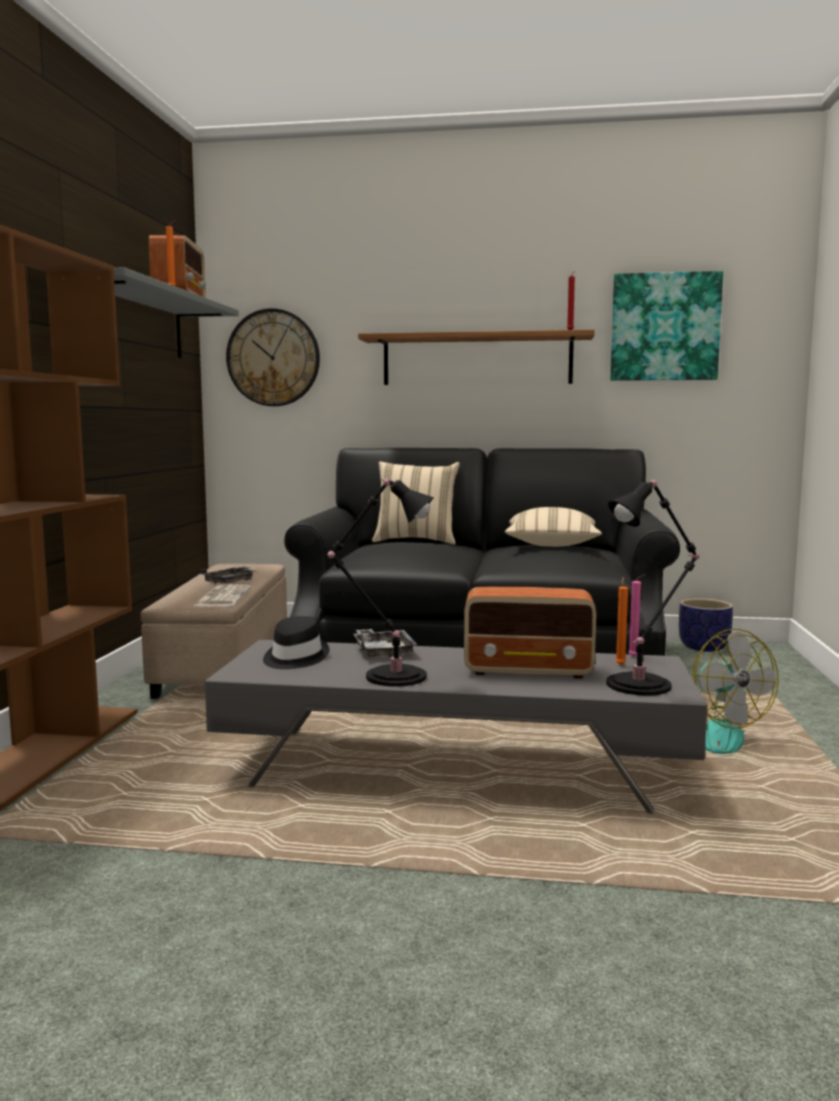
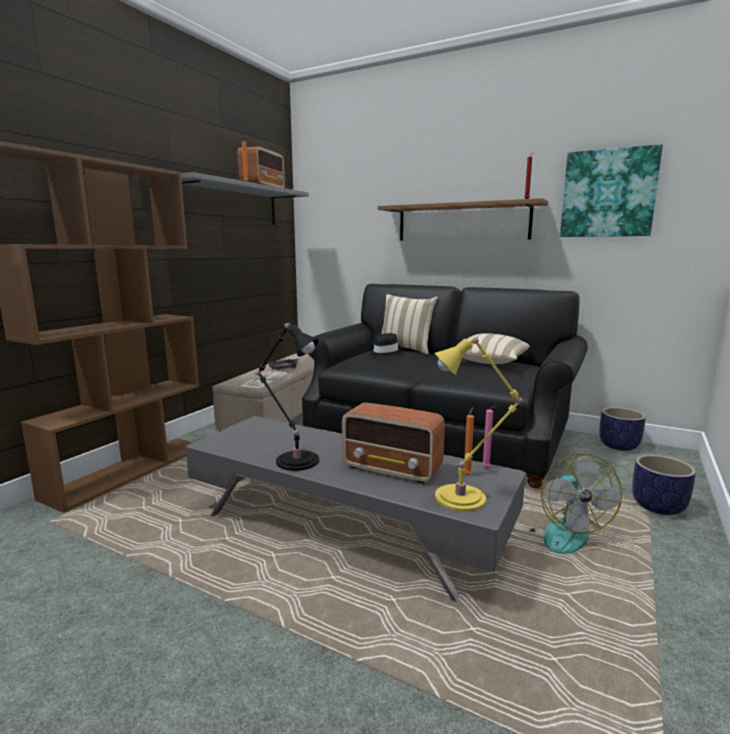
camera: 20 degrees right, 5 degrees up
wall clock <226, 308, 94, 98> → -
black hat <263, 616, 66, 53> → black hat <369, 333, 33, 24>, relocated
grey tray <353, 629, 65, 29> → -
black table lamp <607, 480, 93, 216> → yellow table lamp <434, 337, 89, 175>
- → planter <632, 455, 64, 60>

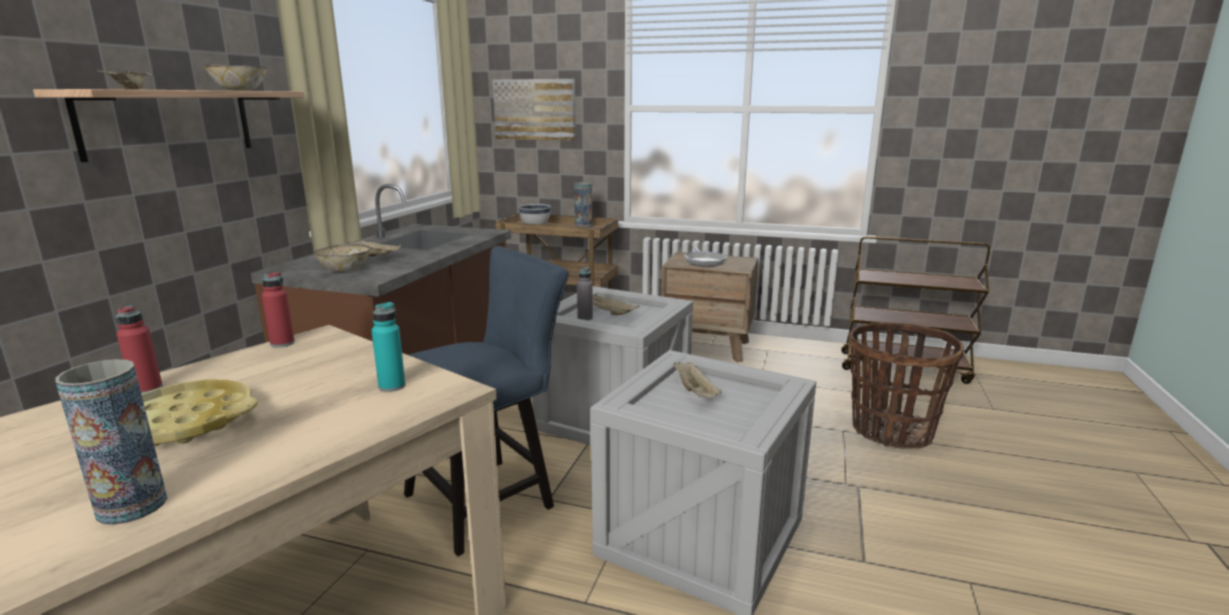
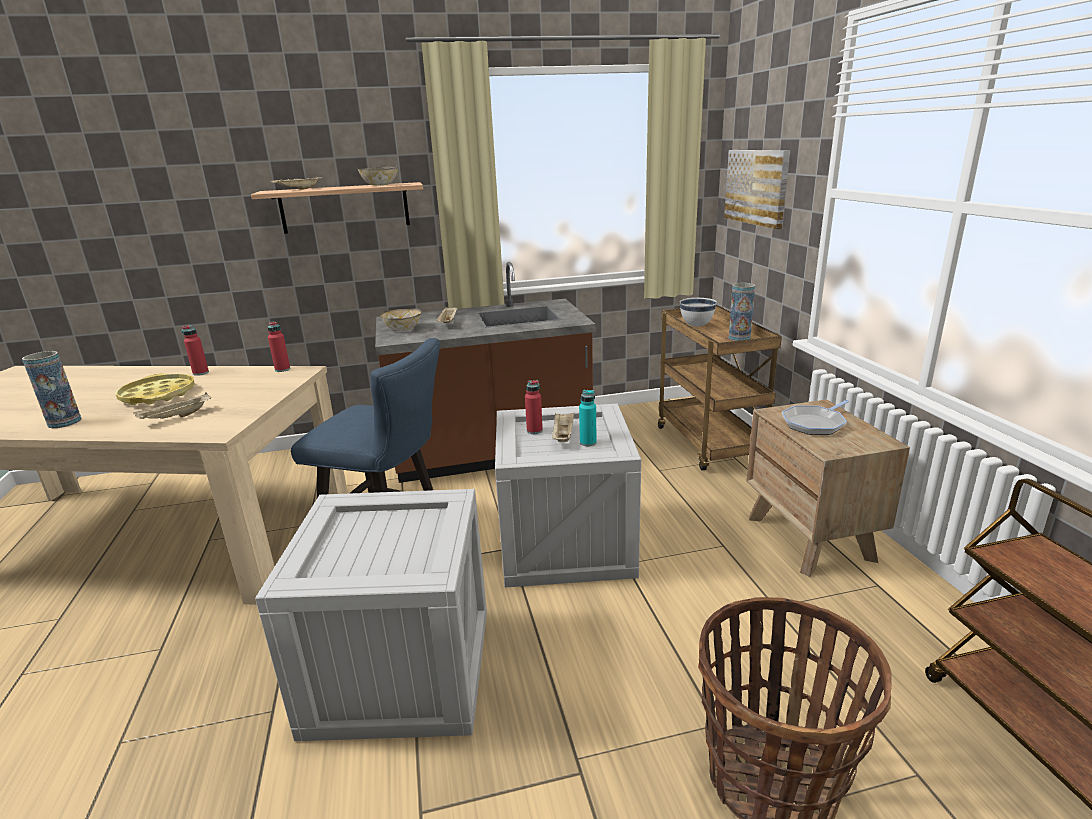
camera: 60 degrees right, 5 degrees up
turquoise bottle <371, 302, 35, 90> → turquoise bottle <579, 390, 18, 56>, relocated
grey bottle <577, 267, 16, 53> → red bottle <525, 380, 18, 54>
beige tray <673, 362, 48, 36> → beige tray <134, 392, 77, 27>, relocated

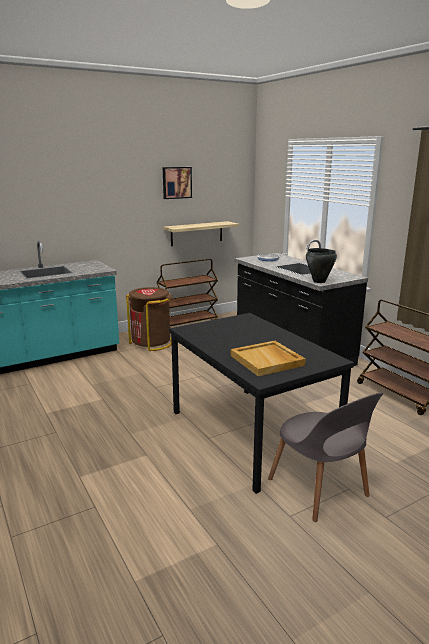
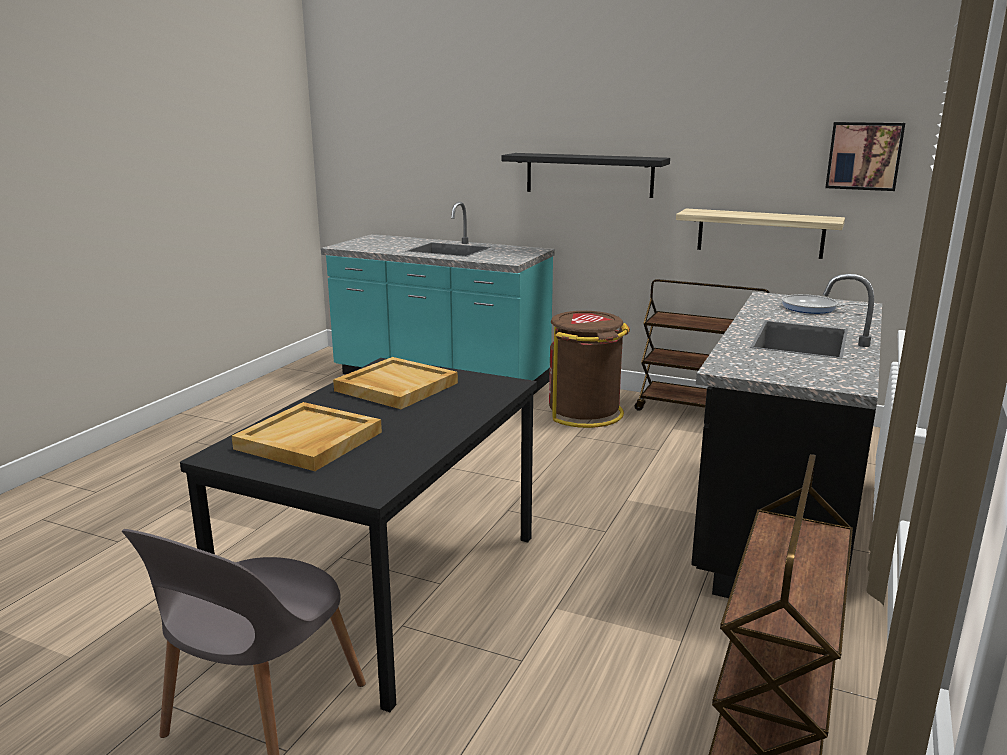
camera: 55 degrees right, 0 degrees up
picture <163, 167, 29, 32> → picture <825, 122, 80, 69>, relocated
black cooking pot <306, 248, 31, 35> → -
- → beige tray <333, 357, 125, 52>
- → black shelf <502, 153, 168, 45>

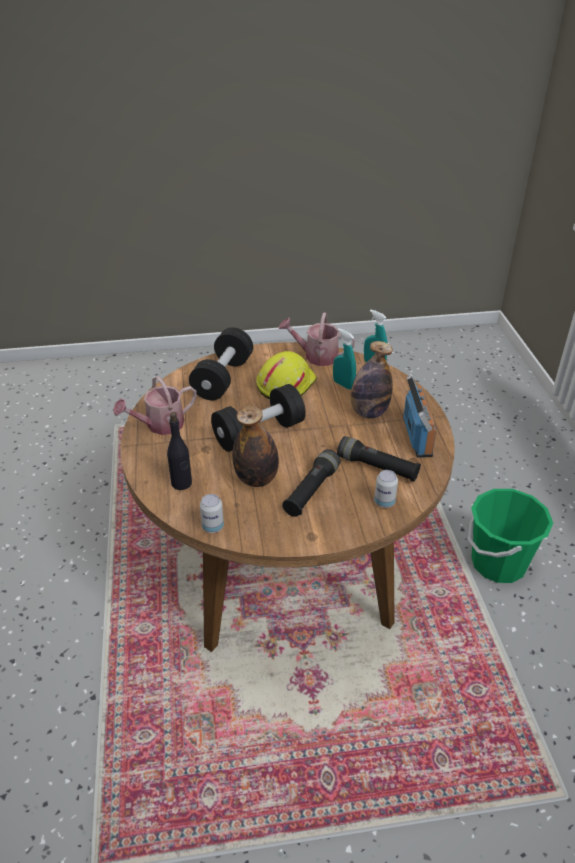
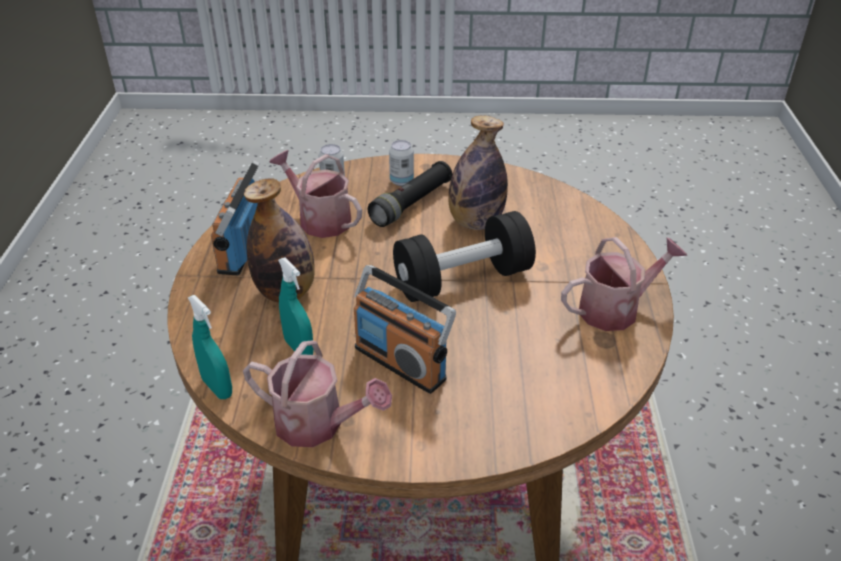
camera: 170 degrees left, 0 degrees up
black bottle <167, 412, 25, 78> → -
black dumbbell <189, 327, 64, 73> → -
can <200, 494, 24, 39> → can <389, 140, 25, 46>, relocated
yellow hard hat <256, 351, 61, 48> → radio <354, 265, 102, 129>
black flashlight <337, 436, 84, 46> → watering can <269, 150, 93, 88>
green bucket <468, 489, 85, 94> → -

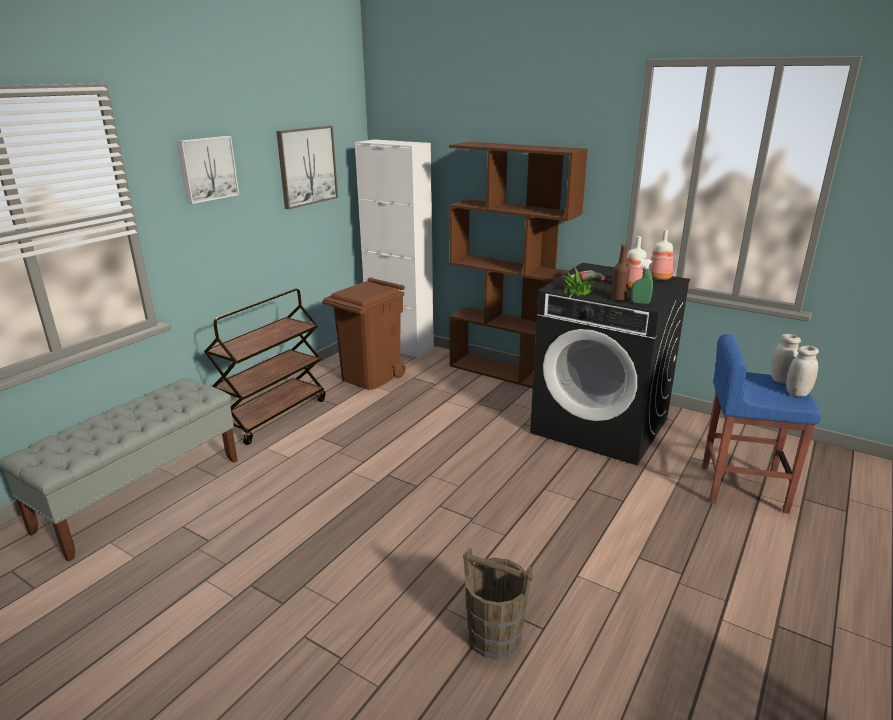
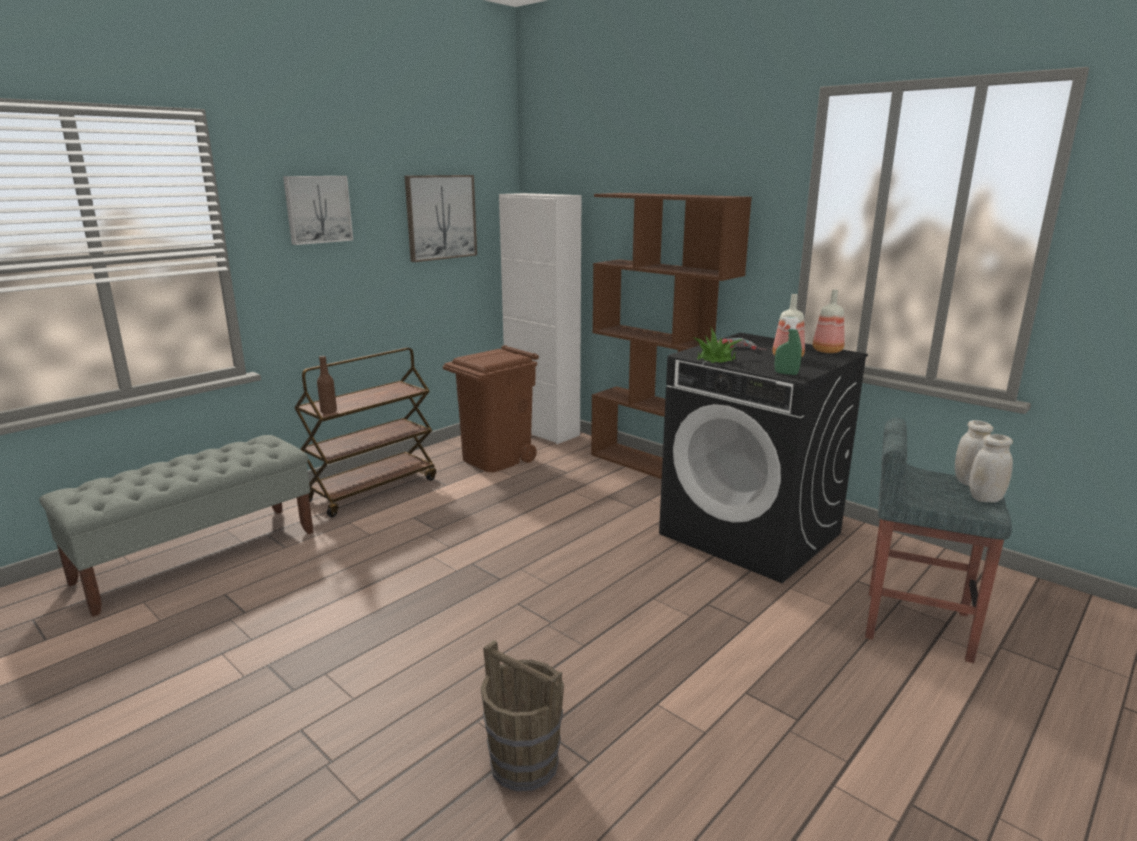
camera: 10 degrees right, 5 degrees down
brown bottle <611, 244, 19, 57> → brown bottle <317, 356, 20, 58>, relocated
blue stool <702, 334, 119, 180> → grey stool <865, 418, 147, 245>

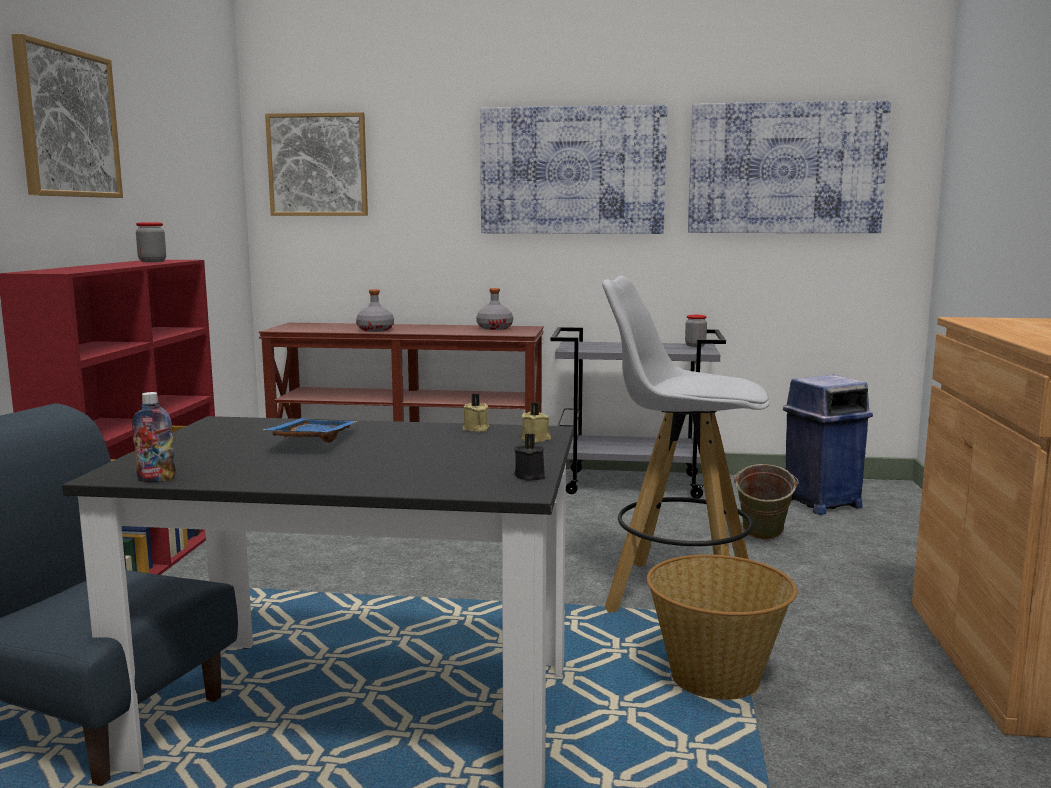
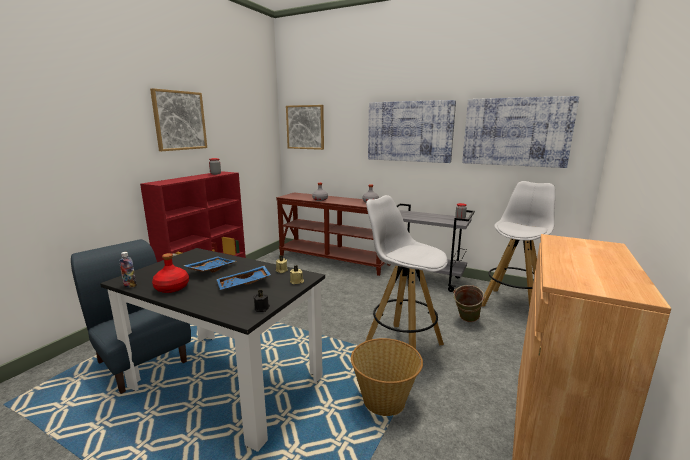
camera: 20 degrees right, 5 degrees up
blue trash can <783, 375, 90, 140> → white stool <482, 181, 73, 126>
- → red bottle <152, 253, 37, 40>
- → blue tray <217, 266, 54, 24>

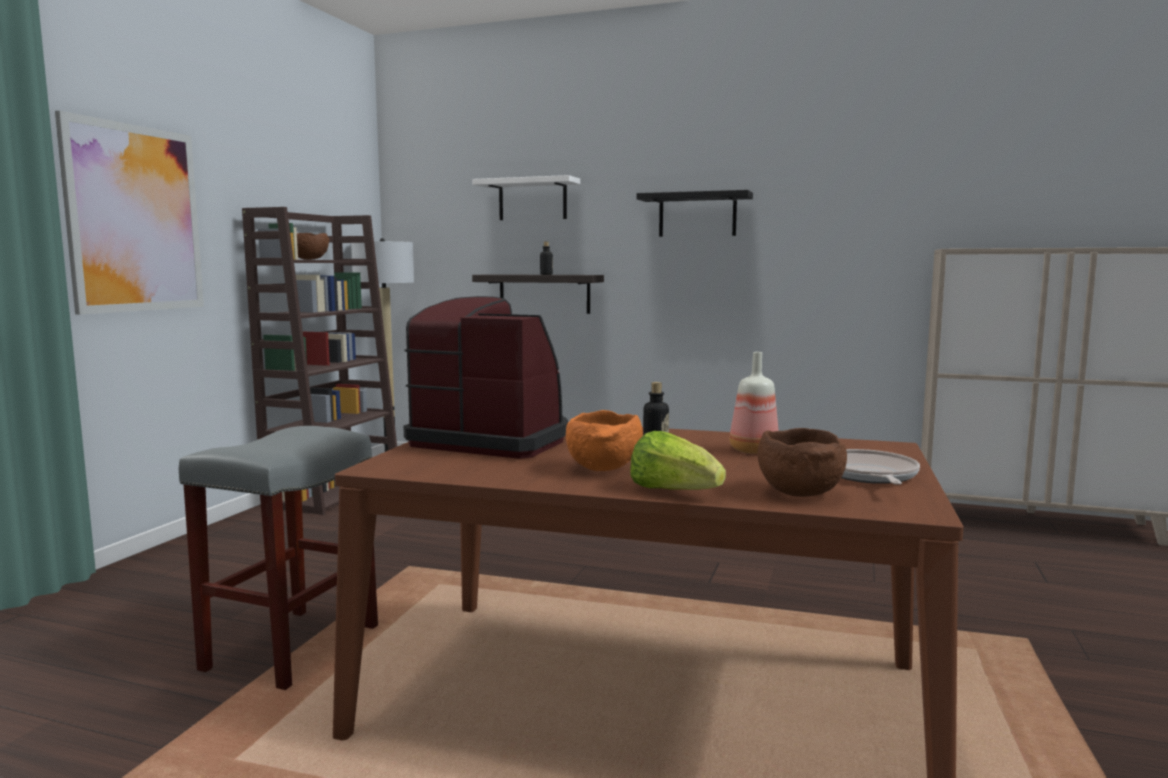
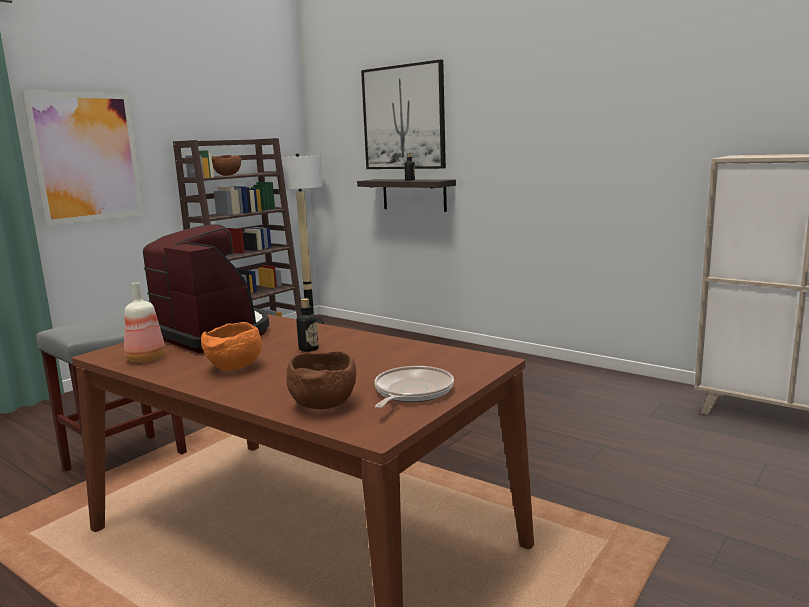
camera: 20 degrees right, 5 degrees up
white shelf <472, 175, 108, 45> → picture <361, 60, 85, 109>
lettuce <630, 431, 96, 59> → -
black shelf <636, 190, 117, 47> → -
bottle <729, 352, 50, 102> → bottle <124, 282, 41, 80>, relocated

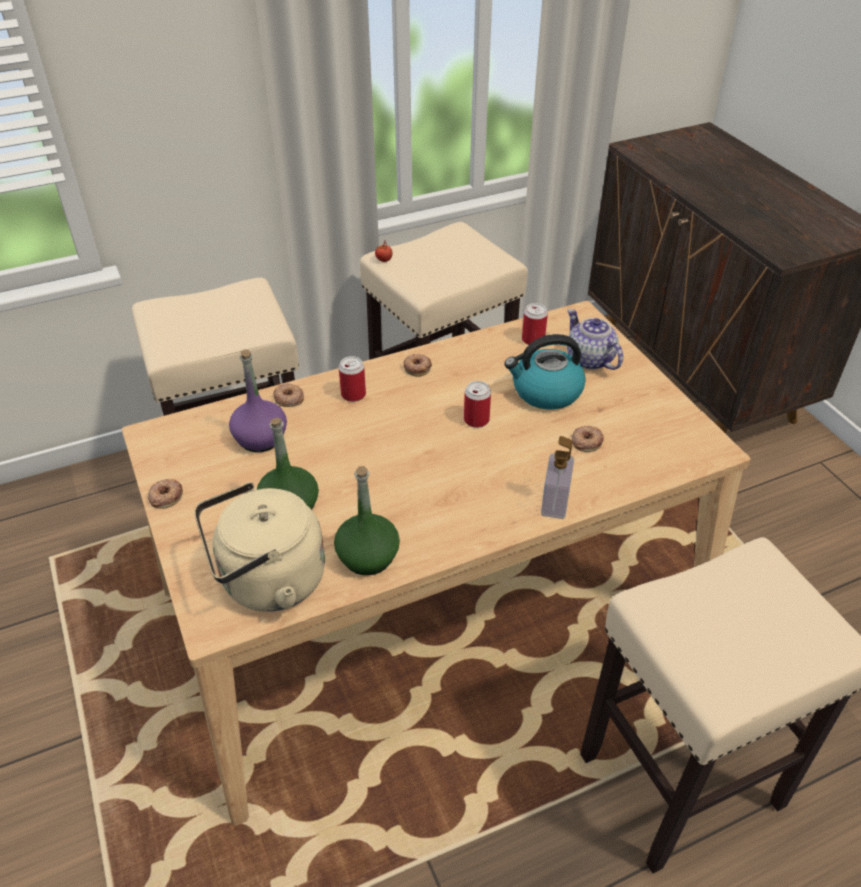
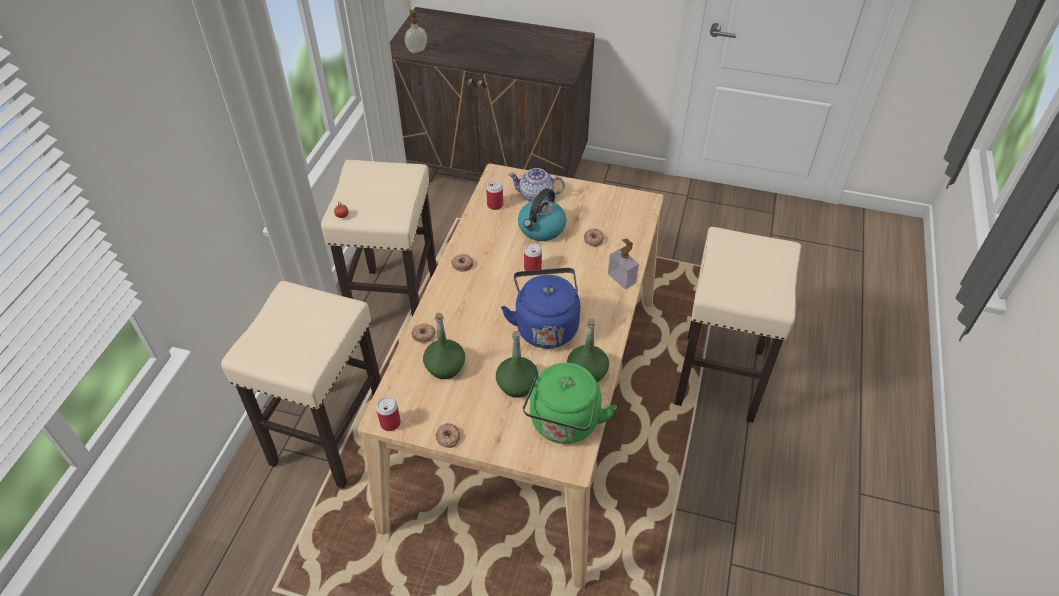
camera: 50 degrees left, 5 degrees up
beige kettle <194, 482, 131, 130> → green kettle <523, 363, 94, 81>
purple bottle <229, 350, 58, 102> → green bottle <423, 313, 42, 66>
can <339, 356, 27, 46> → can <376, 397, 25, 34>, relocated
- → soap dispenser <405, 10, 22, 43>
- → blue kettle <501, 268, 79, 80>

